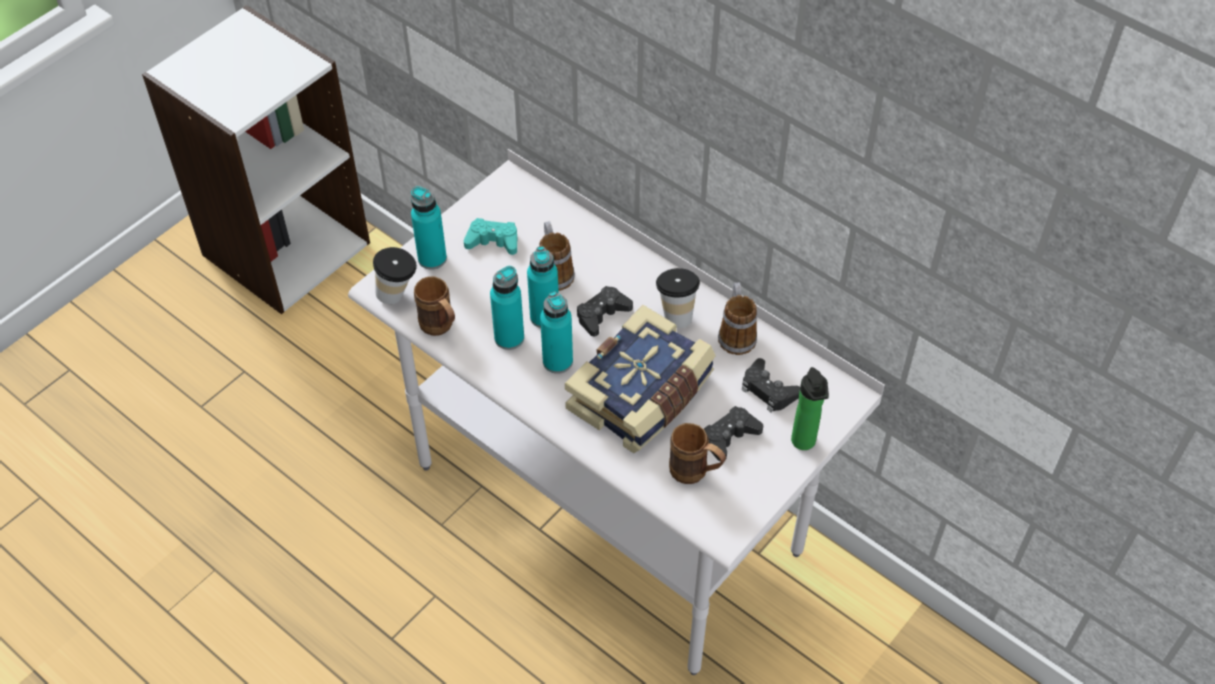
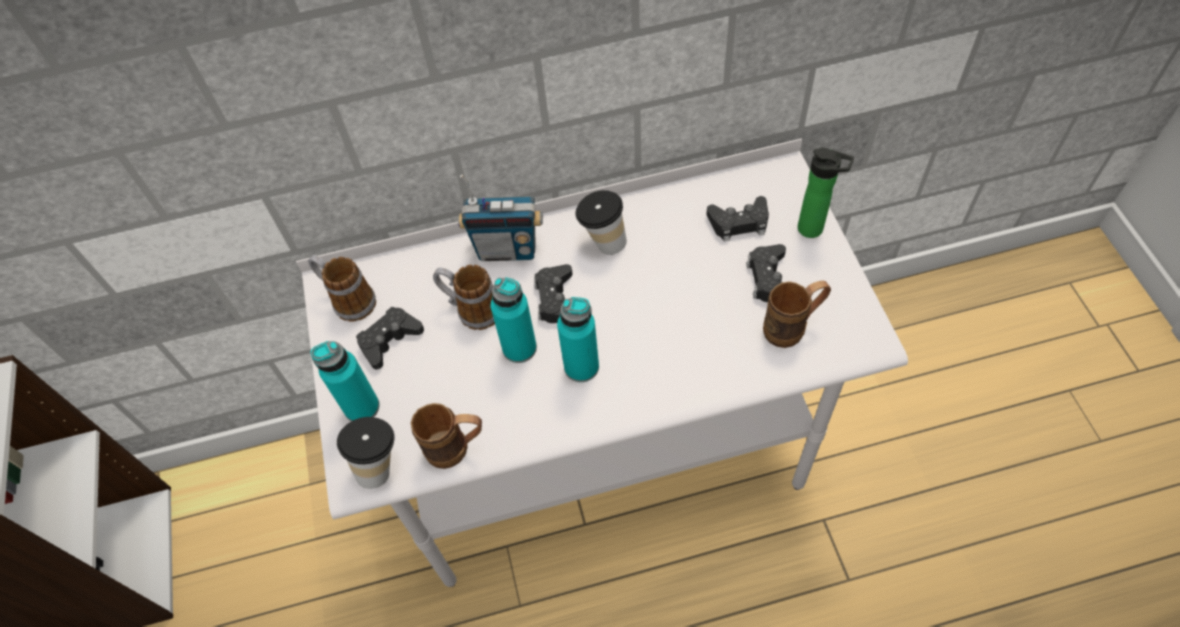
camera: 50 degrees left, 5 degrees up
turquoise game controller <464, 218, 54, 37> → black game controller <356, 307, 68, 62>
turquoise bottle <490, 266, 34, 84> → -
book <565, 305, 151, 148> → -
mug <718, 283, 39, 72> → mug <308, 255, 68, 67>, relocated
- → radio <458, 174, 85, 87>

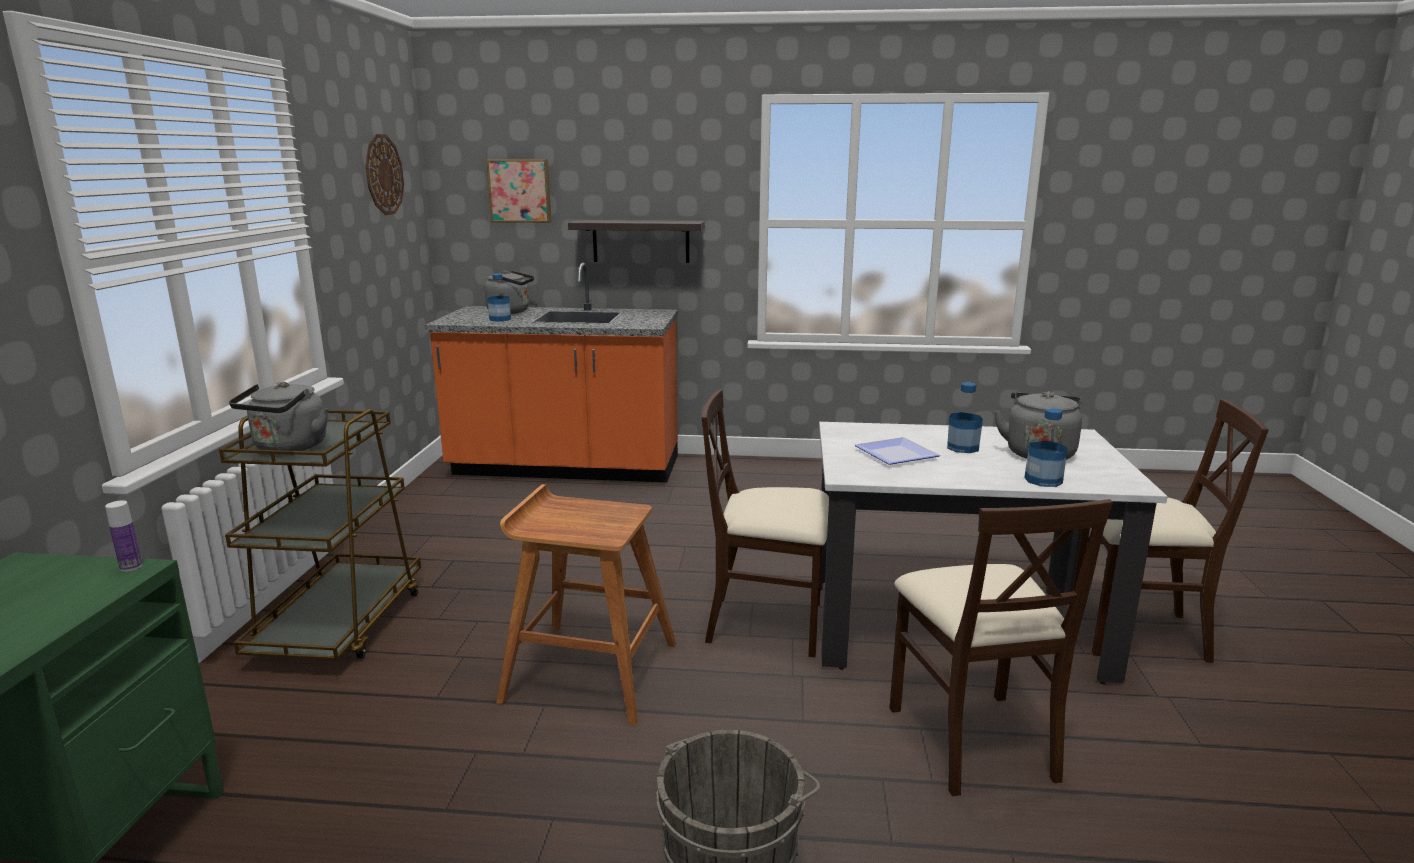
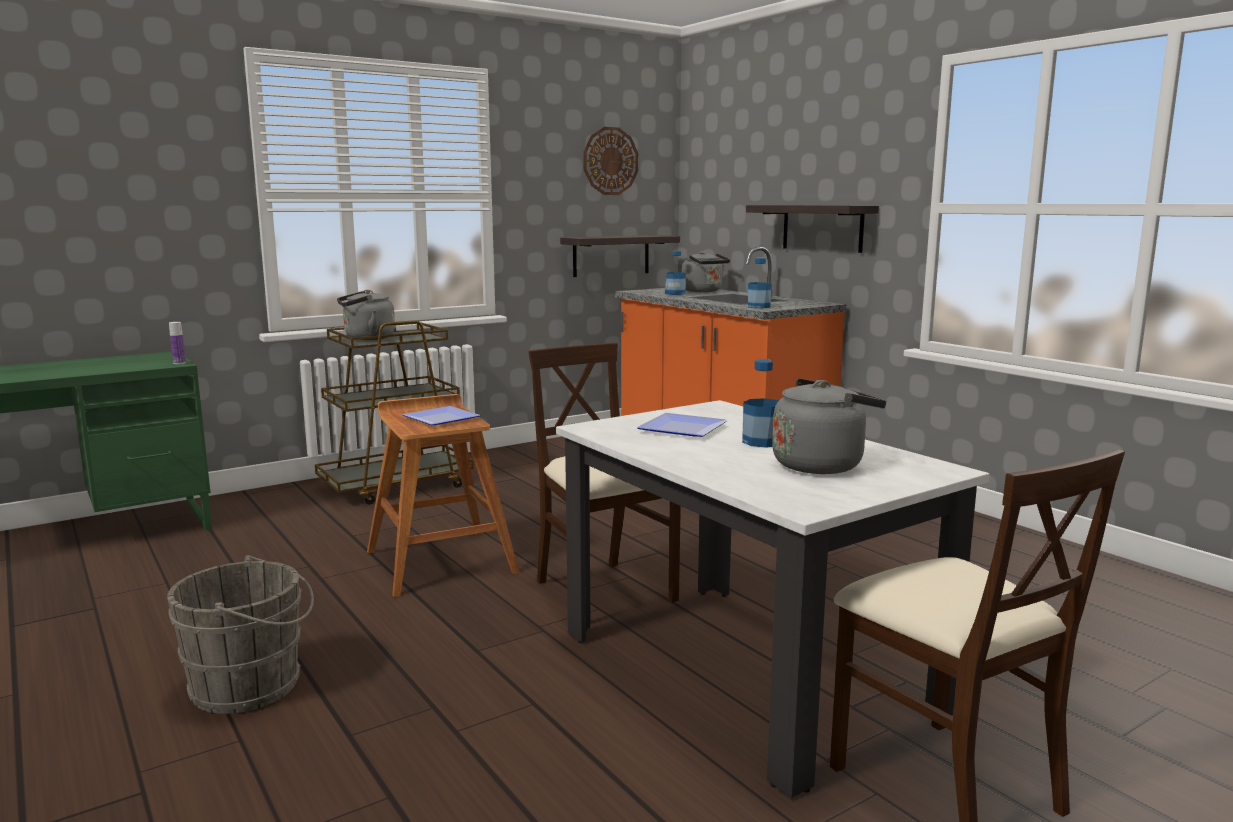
camera: 50 degrees right, 5 degrees down
picture <486, 159, 65, 64> → -
beige chair <889, 499, 224, 297> → -
bottle <1024, 408, 43, 79> → bottle <748, 258, 24, 50>, relocated
- → plate <402, 406, 78, 19>
- → shelf <560, 235, 120, 42>

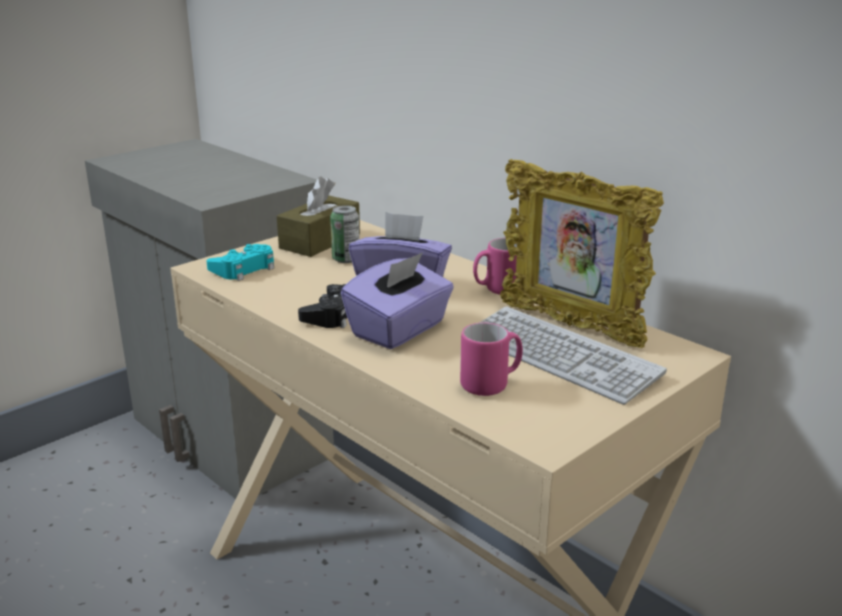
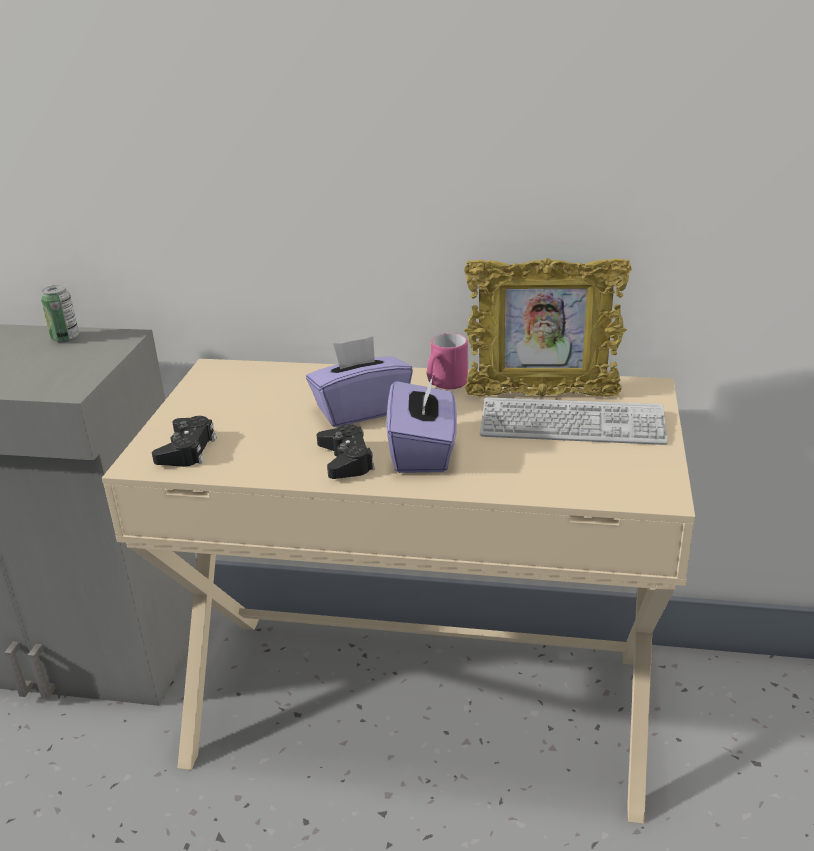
camera: 35 degrees left, 5 degrees up
turquoise game controller <206, 244, 68, 37> → black game controller <152, 416, 65, 51>
brown tissue box <277, 176, 83, 81> → -
can <330, 205, 30, 58> → can <41, 285, 38, 58>, relocated
pink mug <460, 322, 63, 74> → -

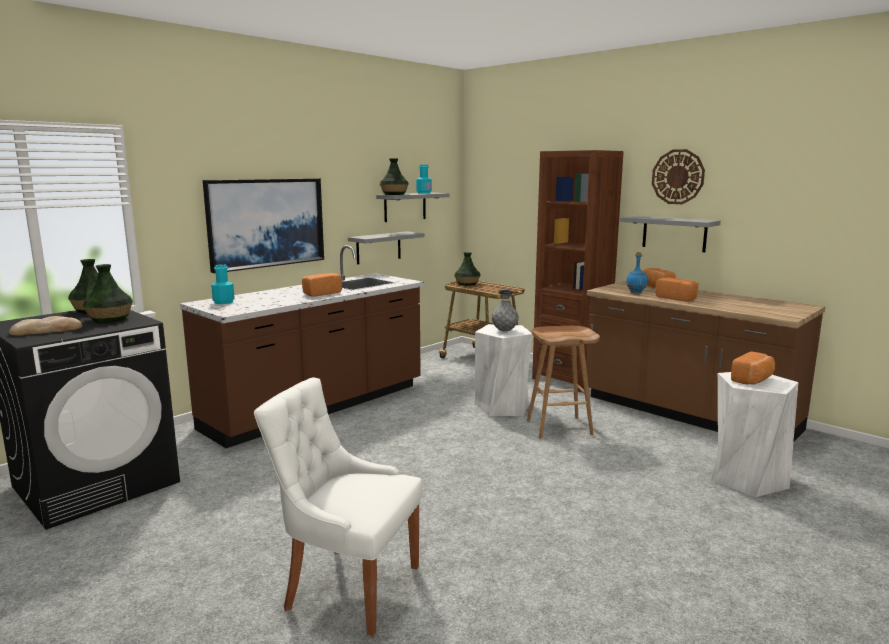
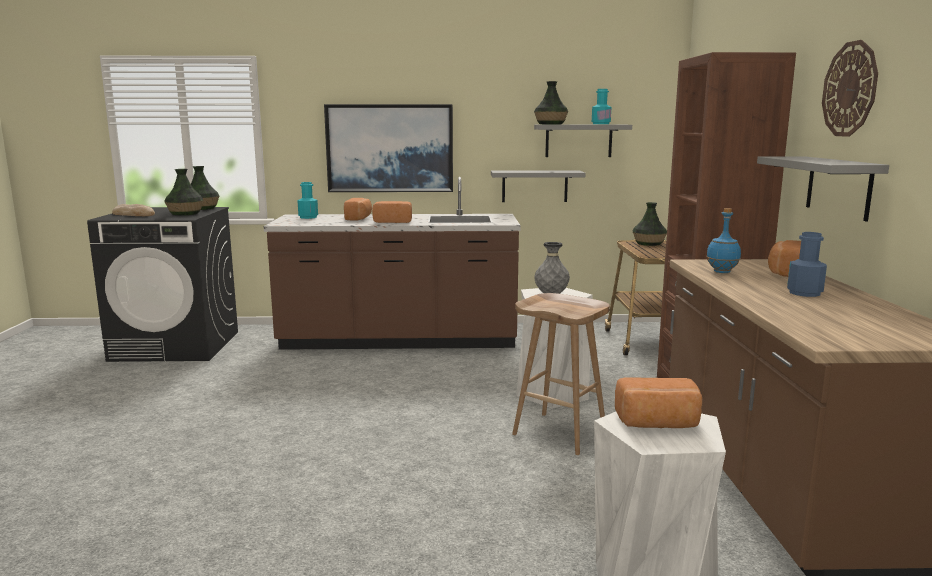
camera: 45 degrees right, 0 degrees up
white chair <254, 377, 169, 259> → -
bread <655, 277, 44, 25> → bread <344, 198, 28, 22>, relocated
- → blue bottle <787, 232, 40, 65>

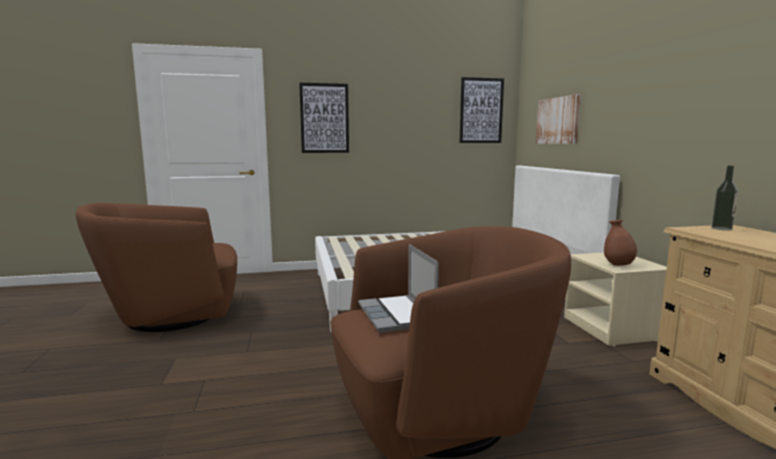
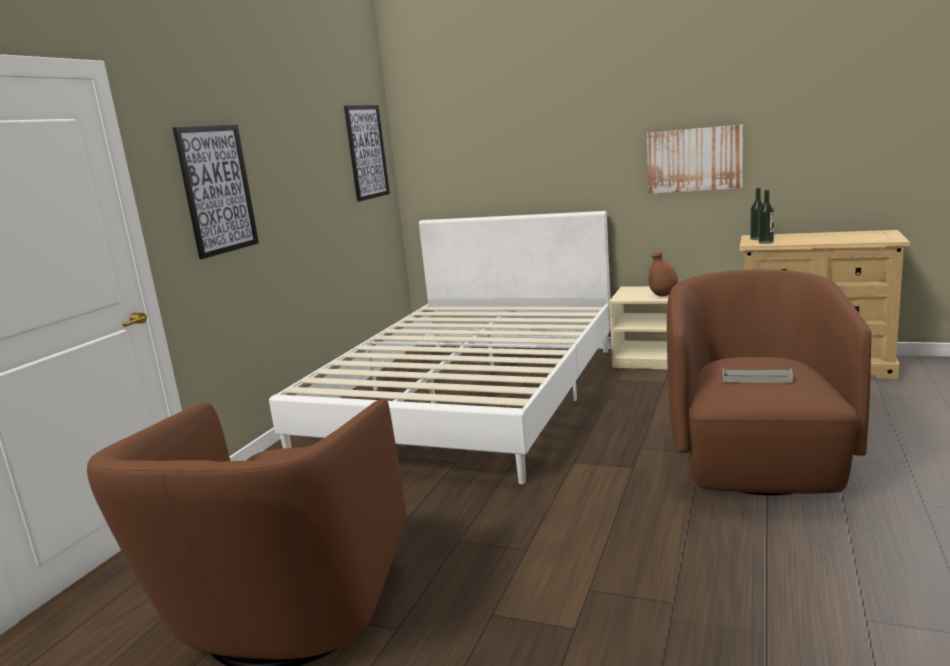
camera: 55 degrees left, 5 degrees up
laptop <358, 244, 81, 89> → grey tray <723, 368, 70, 15>
picture <536, 94, 45, 50> → picture <647, 124, 96, 70>, relocated
- → bottle <758, 190, 16, 54>

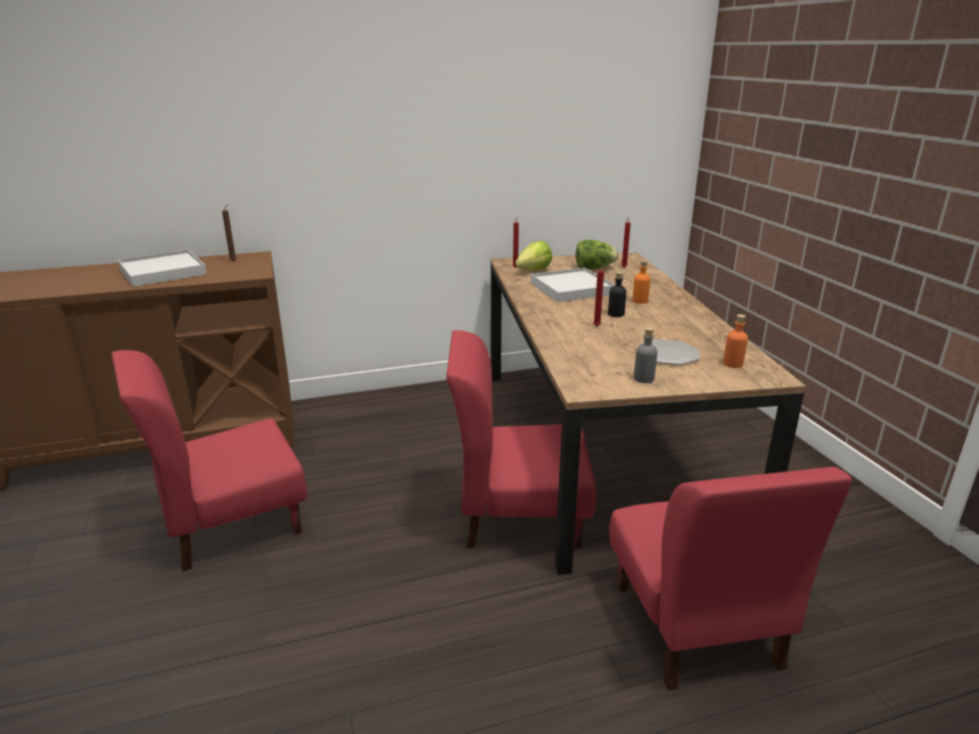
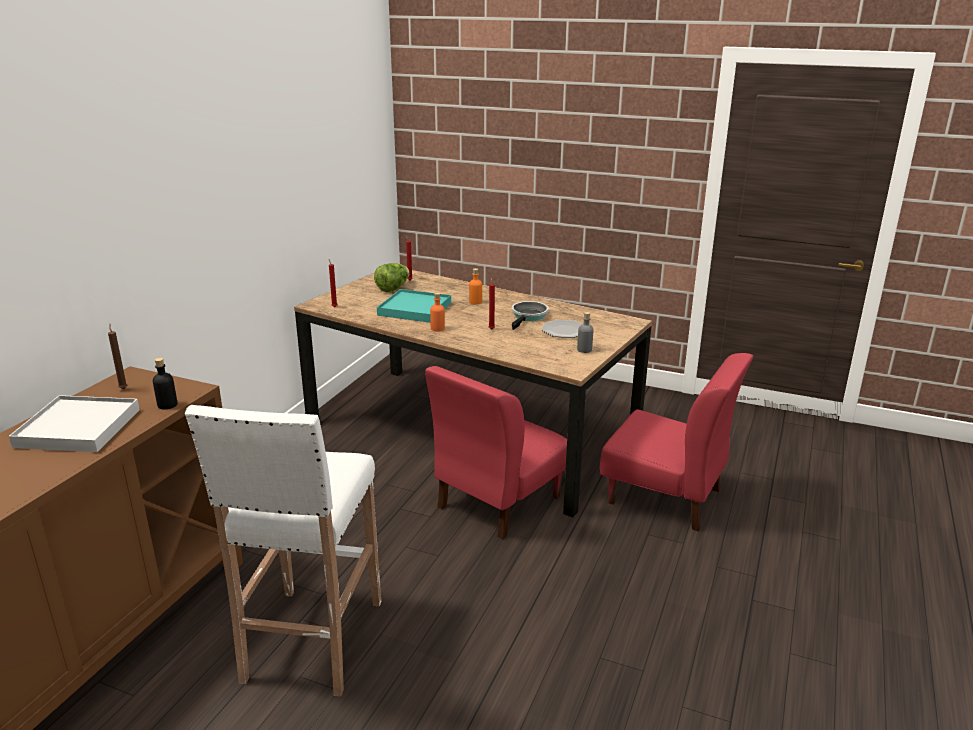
camera: 50 degrees left, 0 degrees up
red chair <111, 350, 196, 221> → white stool <185, 405, 196, 292>
lettuce <516, 241, 36, 30> → -
white tray <531, 268, 84, 34> → turquoise tray <377, 289, 74, 34>
black bottle <608, 272, 18, 45> → black bottle <153, 358, 24, 51>, relocated
orange bottle <723, 314, 25, 54> → orange bottle <430, 293, 15, 39>, relocated
- → frying pan <512, 301, 37, 29>

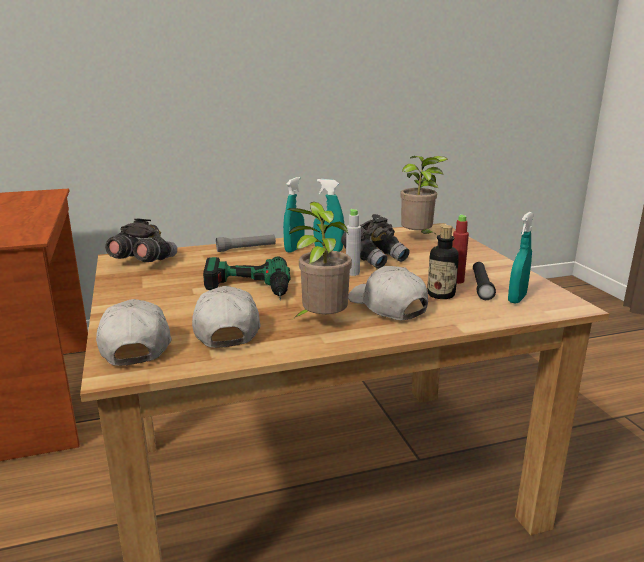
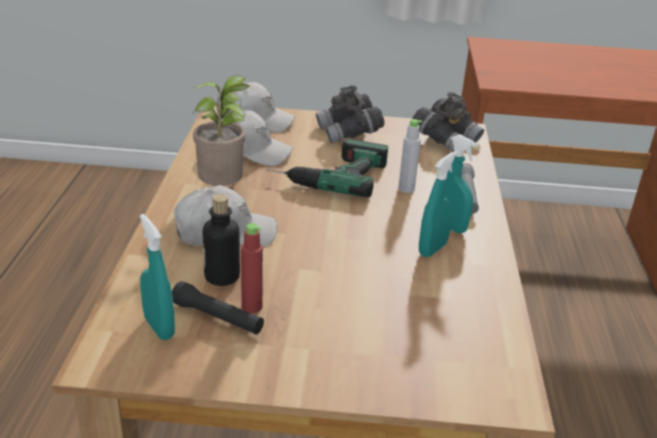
camera: 110 degrees right, 10 degrees up
grey binoculars <341, 214, 69, 55> → grey binoculars <316, 86, 69, 57>, relocated
grey bottle <346, 209, 15, 67> → grey bottle <398, 119, 24, 74>, relocated
potted plant <400, 156, 48, 78> → -

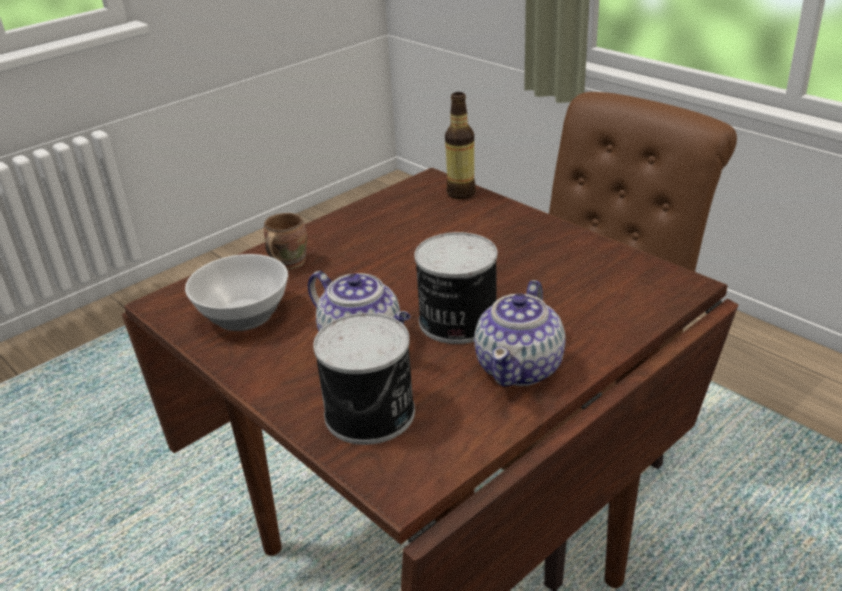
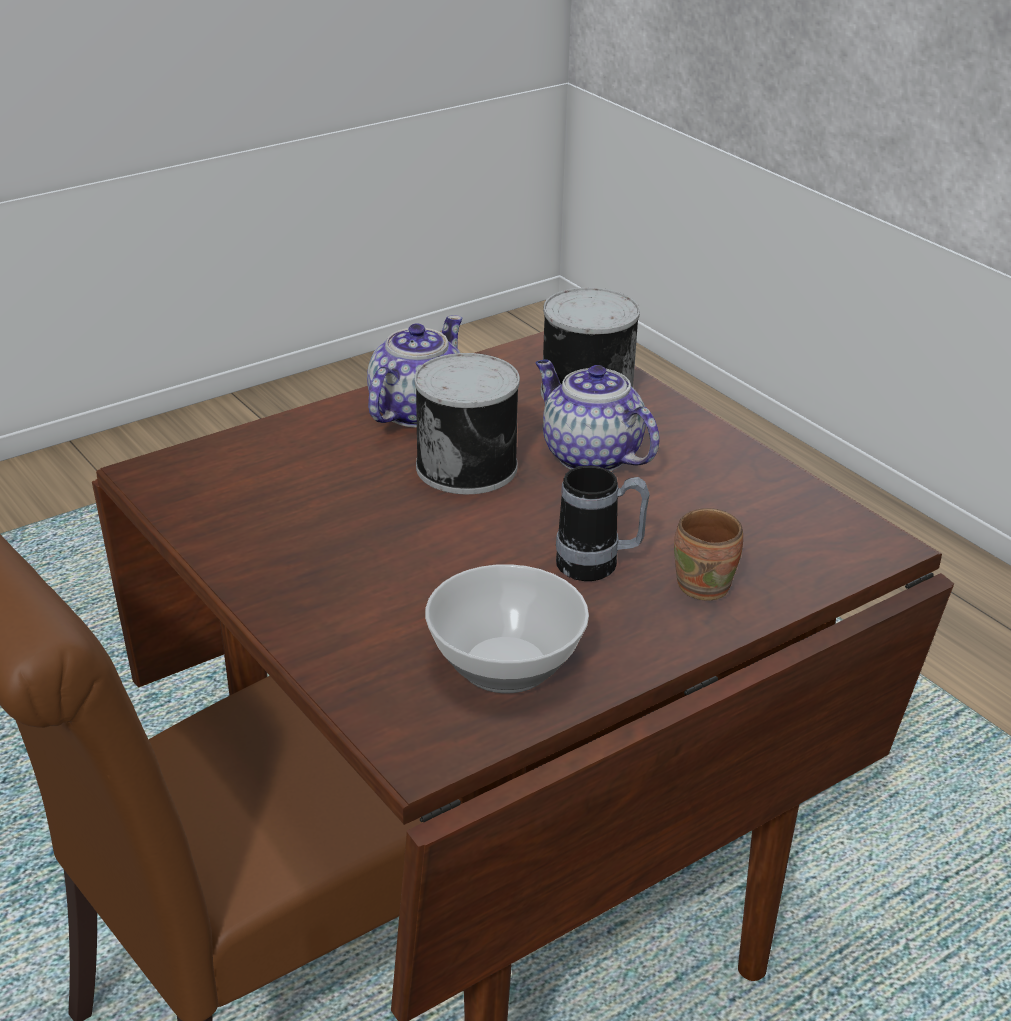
camera: 175 degrees left, 0 degrees up
bowl <185, 254, 103, 77> → bowl <425, 564, 164, 129>, relocated
bottle <445, 92, 31, 107> → -
- → mug <556, 466, 94, 115>

